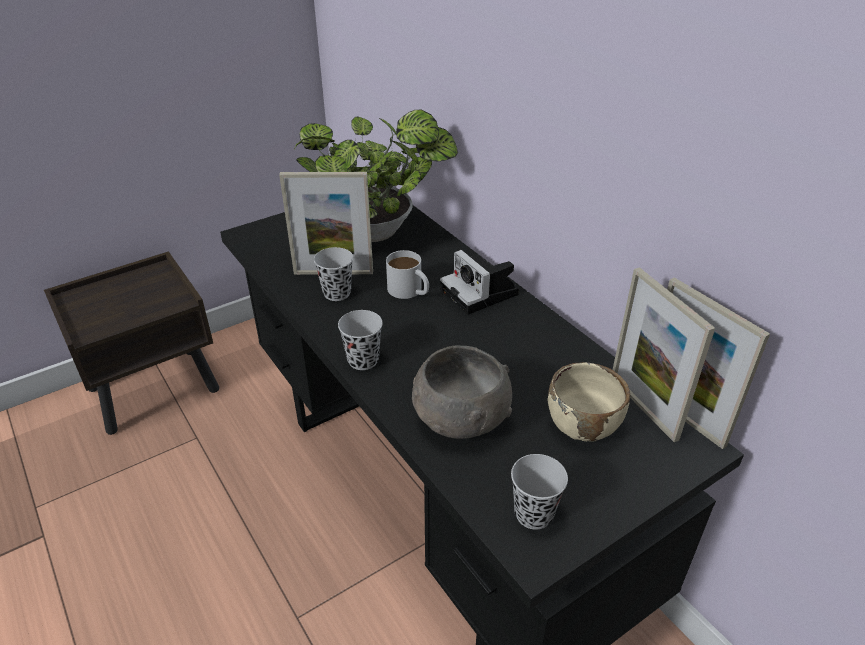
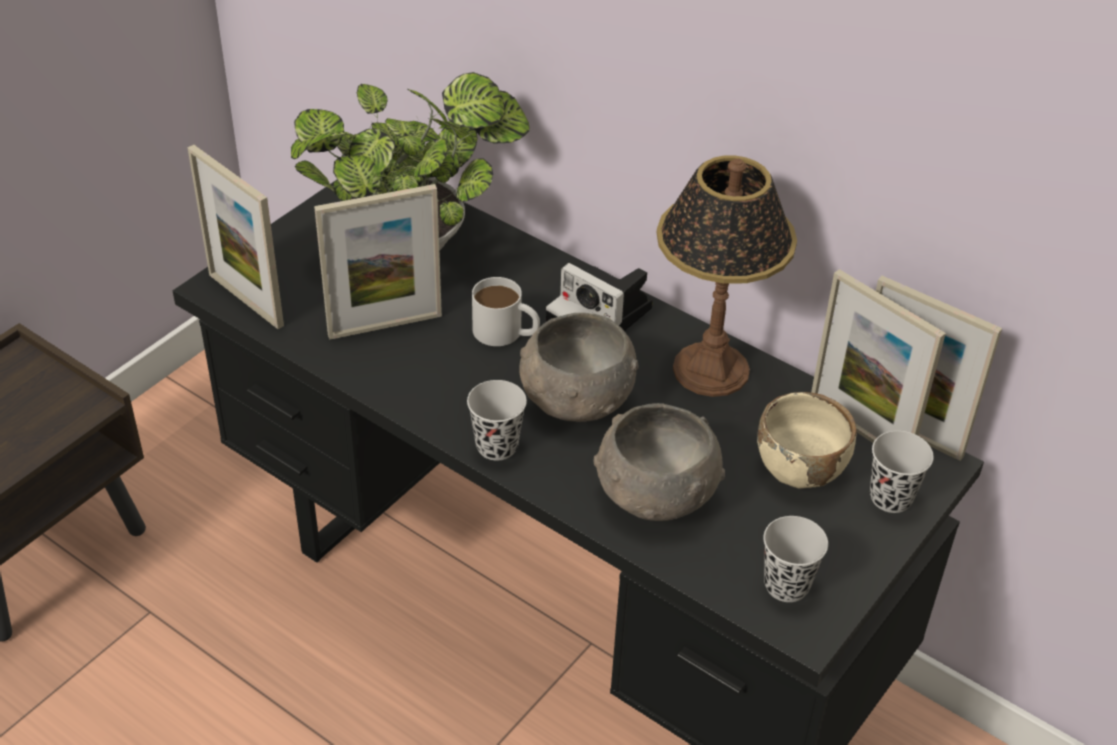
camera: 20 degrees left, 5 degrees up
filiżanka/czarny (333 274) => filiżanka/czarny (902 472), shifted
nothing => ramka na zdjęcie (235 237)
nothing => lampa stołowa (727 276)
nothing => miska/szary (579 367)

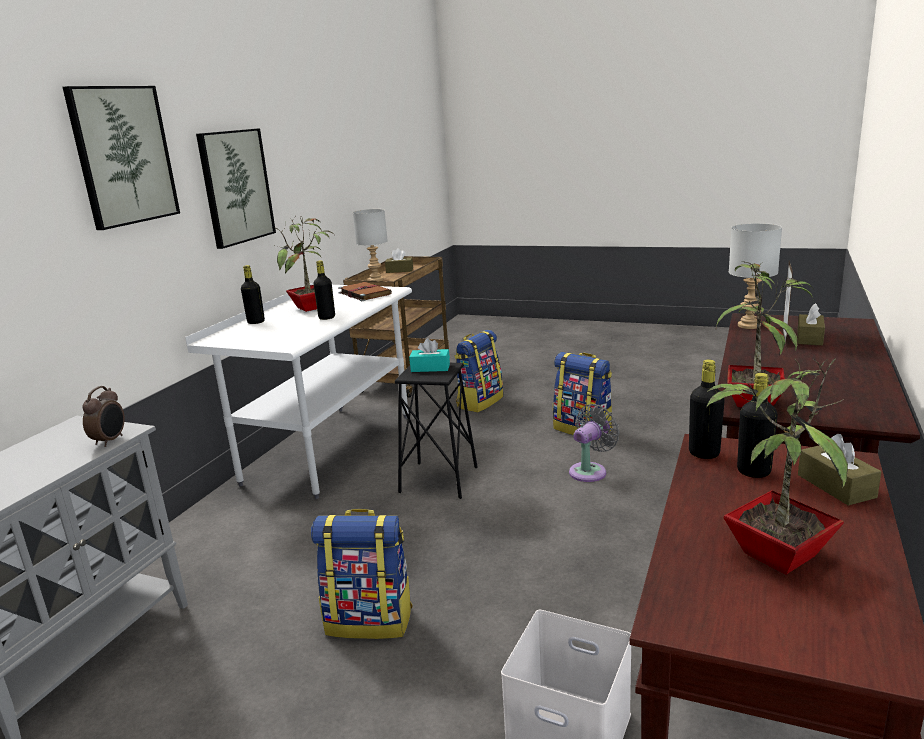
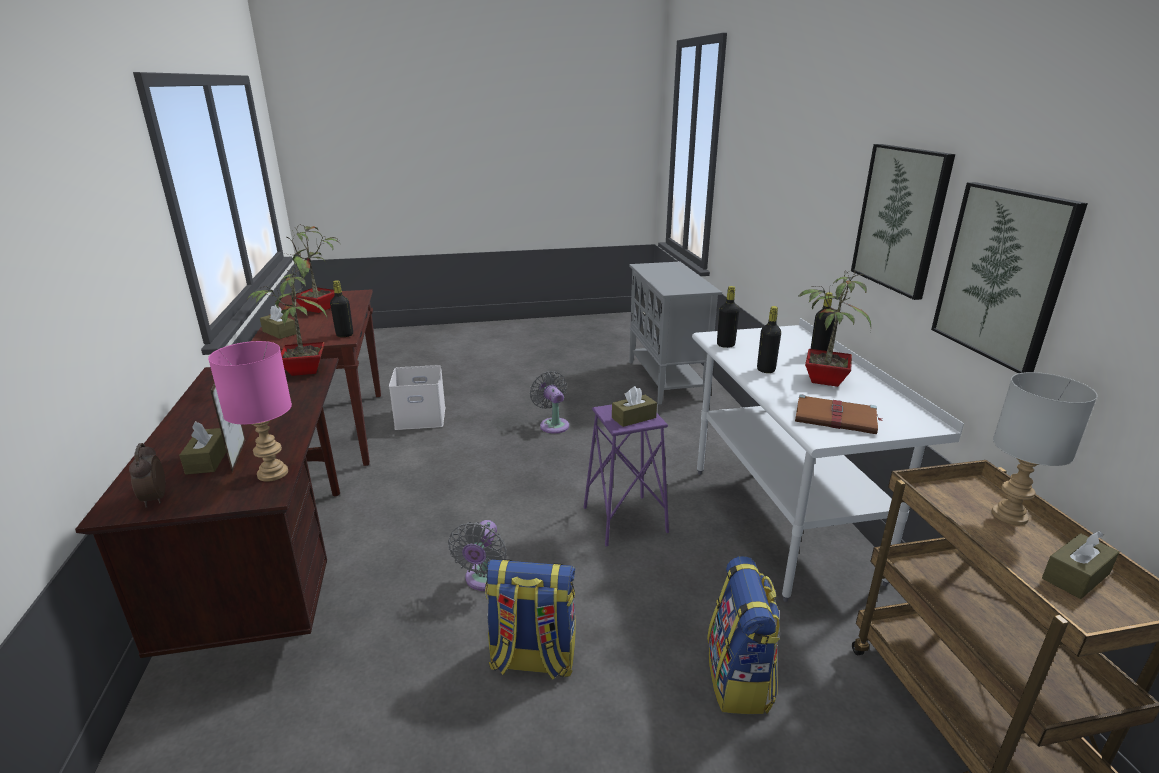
camera: 145 degrees right, 5 degrees up
obraz (121 158) => obraz (1009 277), shifted
lampa stołowa/szary (755 276) => lampa stołowa/różowy (250 411)
pudełko chusteczek/turkusowy (429 355) => pudełko chusteczek/brązowy (634 406)
stołek/czarny (436 431) => stołek/fioletowy (626 475)
butelka/czarny (757 425) => butelka/czarny (728 317), shifted
budzik (103 416) => budzik (147 475), shifted
plecak (362 574) => wentylator/szary (549 402)

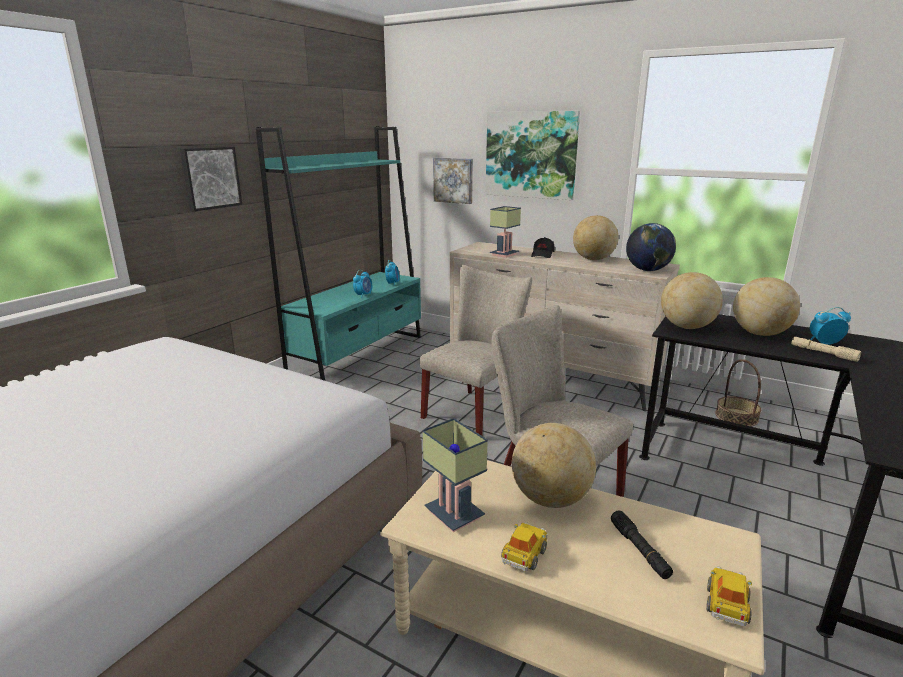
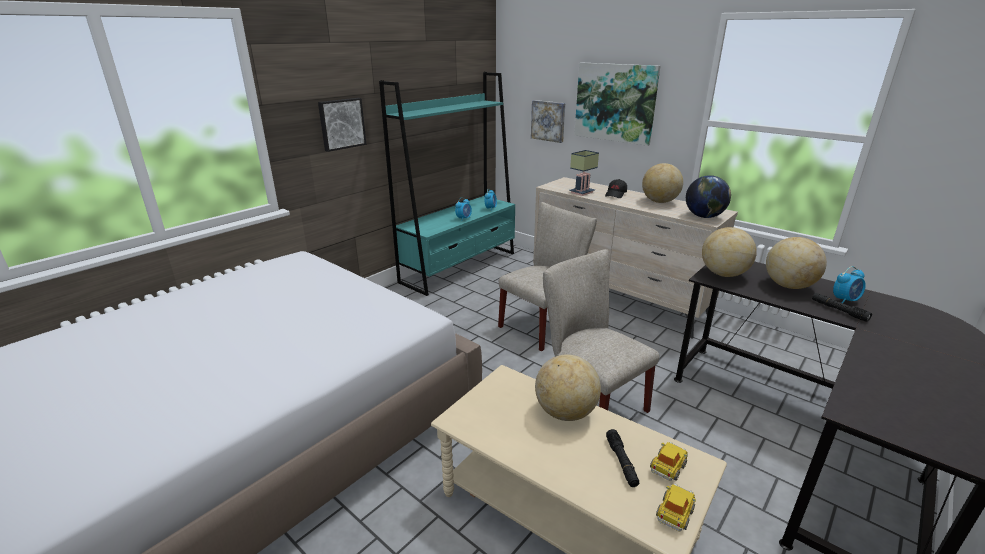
camera: 10 degrees right, 5 degrees up
budzik (830 326) => budzik (849 284), 150 degrees clockwise
latarka/beżowy (826 349) => latarka/czarny (842 307)
koszyk (738 393) => nothing
lampa stołowa (455 475) => nothing
samochodzik (524 546) => samochodzik (669 461), shifted

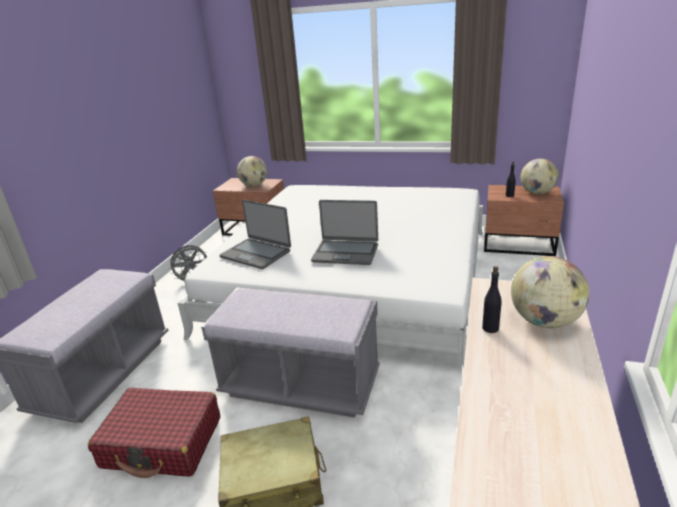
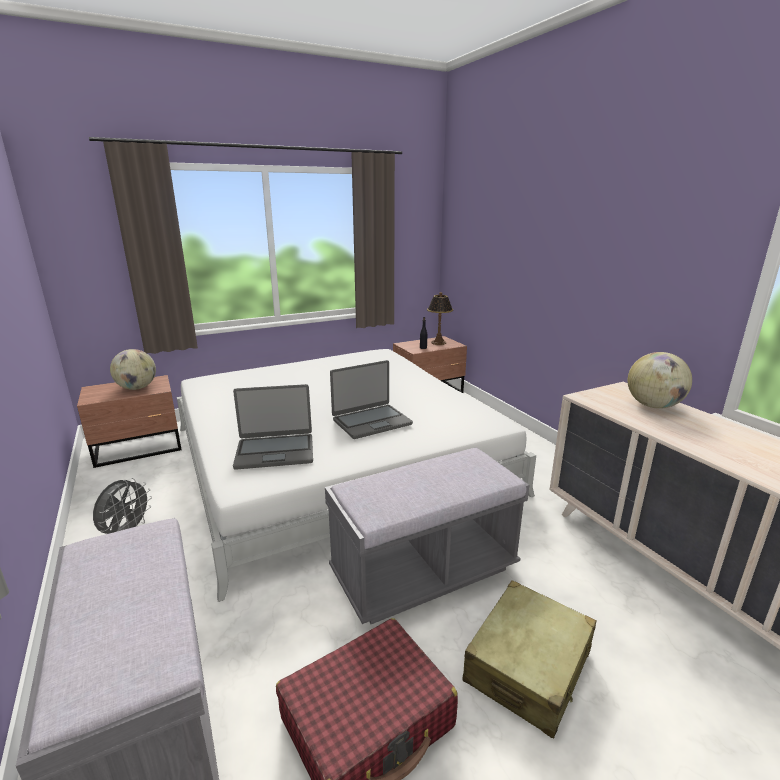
camera: 45 degrees left, 5 degrees down
globus (540 176) => lampa stołowa (440 318)
butelka/czarny (491 299) => nothing

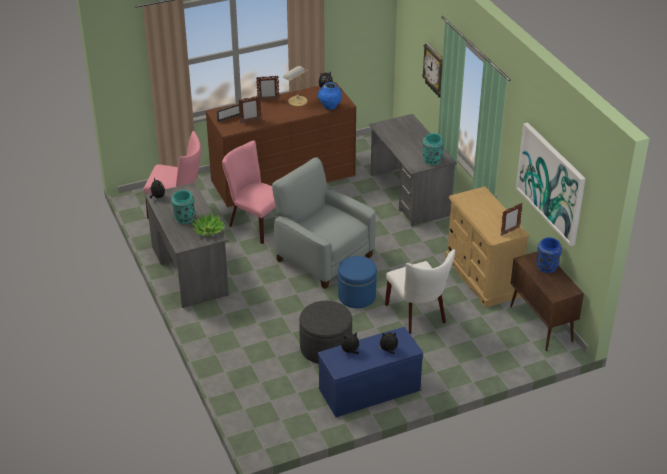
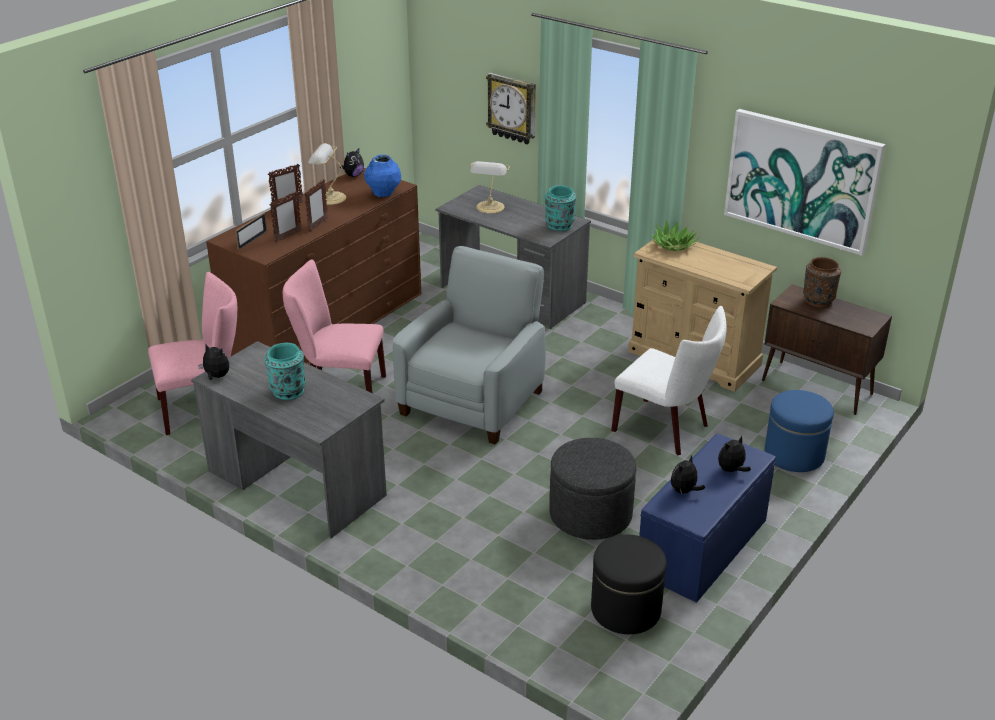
camera: 30 degrees left, 5 degrees down
fotel/szary (324 223) => fotel/szary (469 345), 105 degrees clockwise
ramka na zdjęcie (512 219) => ramka na zdjęcie (316 205), shifted
roślina doniczkowa (209 223) => roślina doniczkowa (675 235), shifted
wazon/niebieski (549 255) => wazon/brązowy (822 282)
pufa/niebieski (357 282) => pufa/niebieski (799 431), shifted
nothing => lampa stołowa (489 187)
nothing => pufa/czarny (629 584)

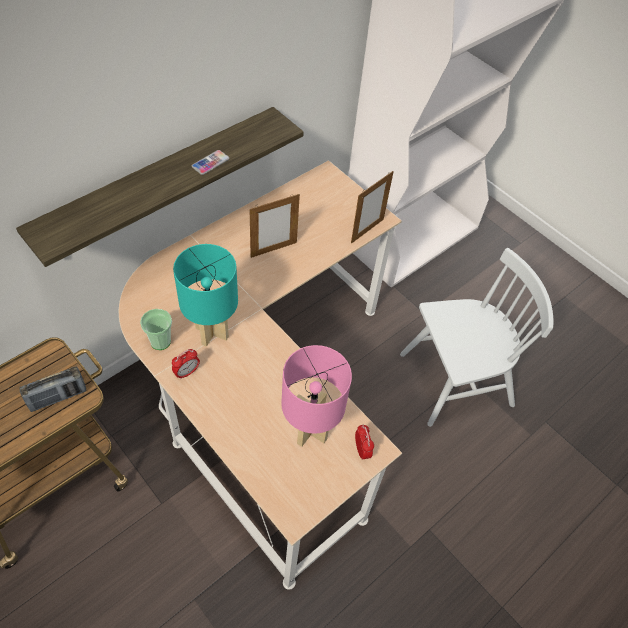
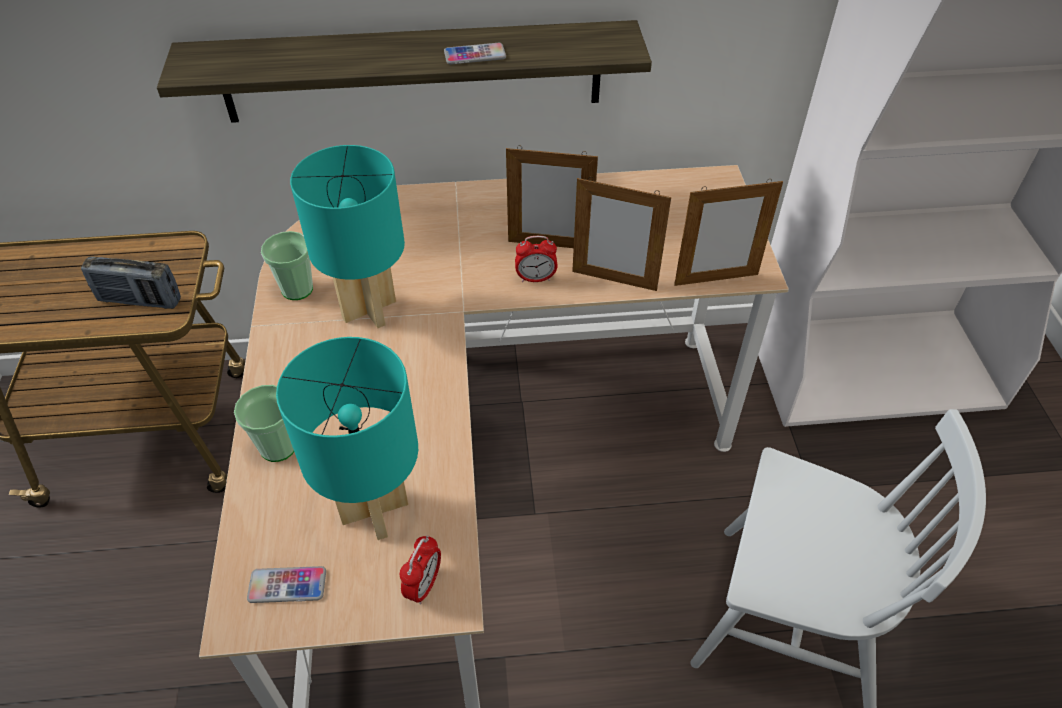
camera: 40 degrees right, 5 degrees down
lampa stołowa/różowy (316 396) => lampa stołowa/turkusowy (347 438)
budzik (186 364) => budzik (536 259), shifted
nothing => ramka na zdjęcie (621 234)
nothing => filiżanka (264 423)
nothing => telefon (286 584)

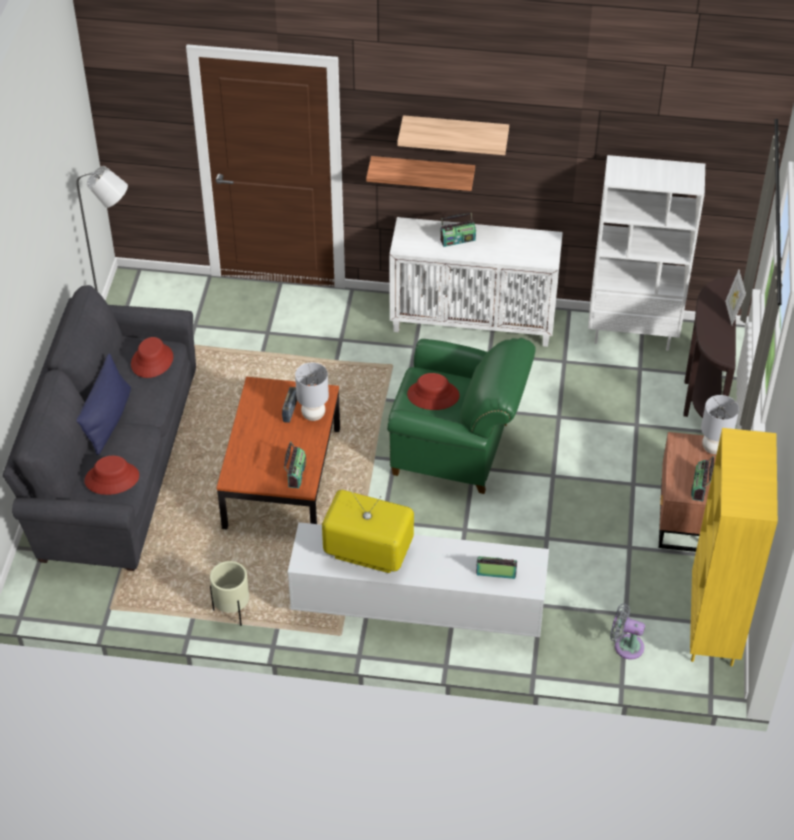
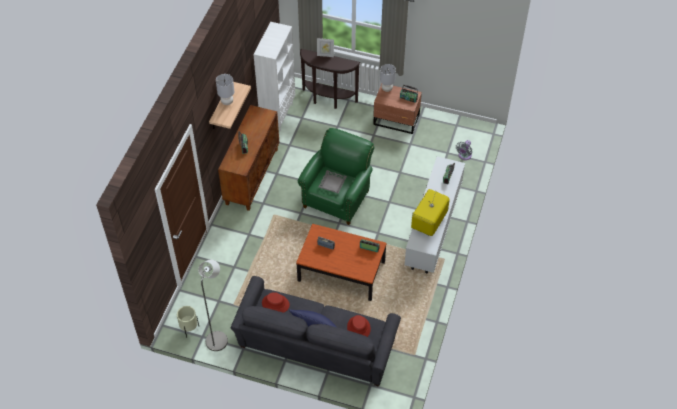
camera: 80 degrees left, 5 degrees up
półka (420 173) => nothing
szafka/biały (476 282) => szafka/brązowy (248 158)
lampa stołowa/szary (312 391) => lampa stołowa/szary (225 89), shifted
kapelusz/czerwony (433 391) => taca/szary (332 181)
regał/żółty (734 547) => nothing
donica/beżowy (229 593) => donica/beżowy (188 322), shifted

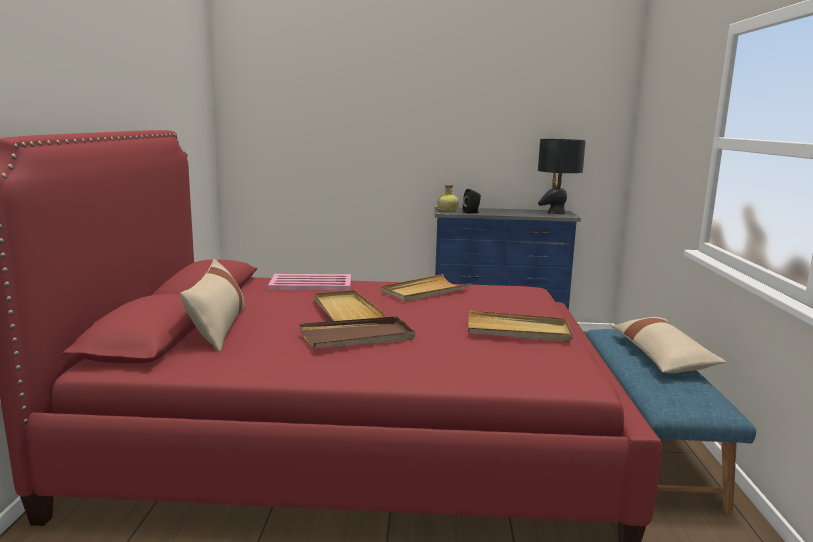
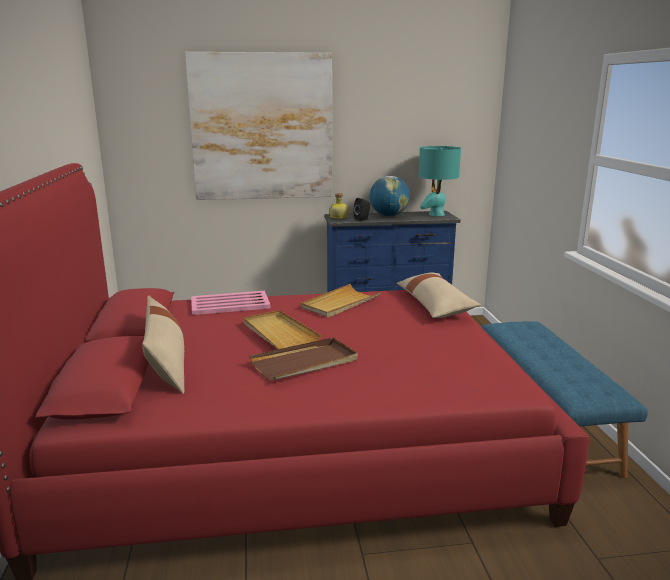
camera: 10 degrees left, 5 degrees up
lampa stołowa/czarny (562 176) => lampa stołowa/turkusowy (440 181)
taca/beżowy (520 326) => nothing
poduszka/beżowy (669 345) => poduszka/beżowy (439 295), shifted
nothing => obraz (258 126)
nothing => globus (390 196)

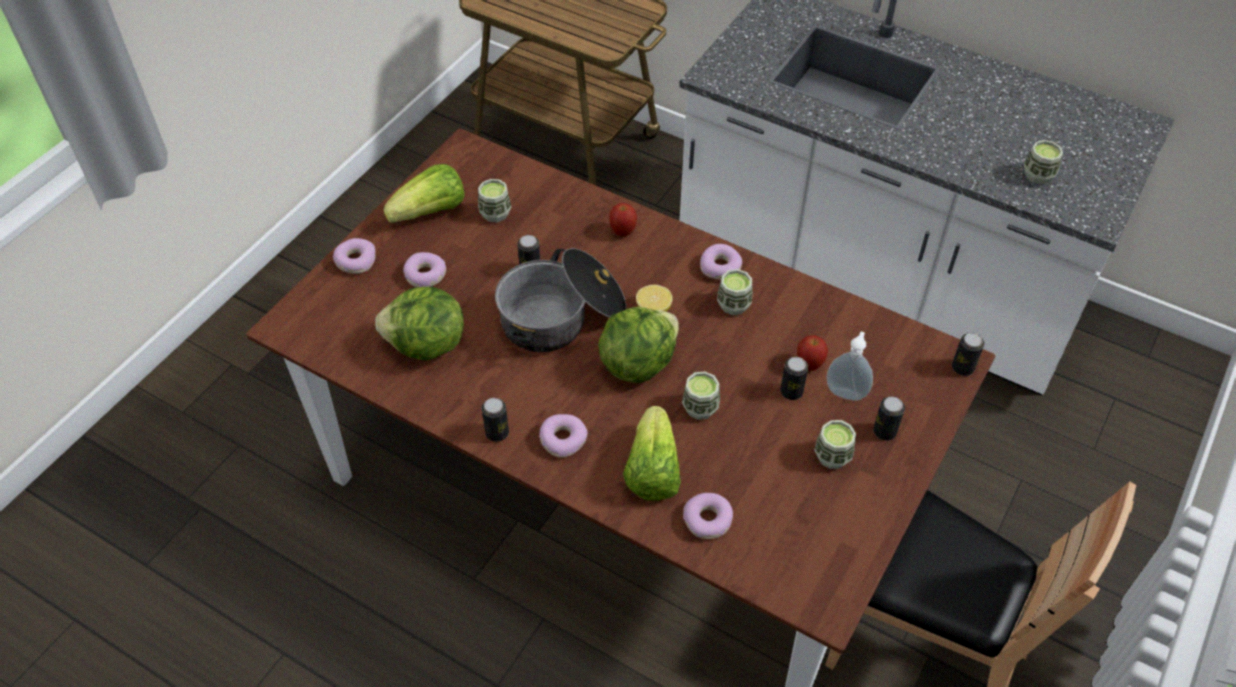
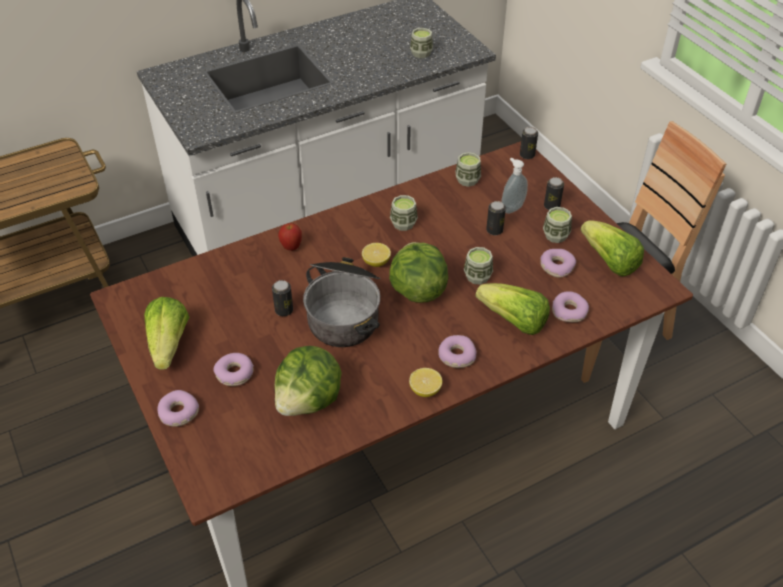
camera: 60 degrees left, 5 degrees down
filiżanka (495 201) => filiżanka (468 169), shifted
donut (721 262) => donut (558 263), shifted
jabłko (812 353) => nothing
puszka (495 420) => cytryna (425 382)
nothing => sałata (612 248)

